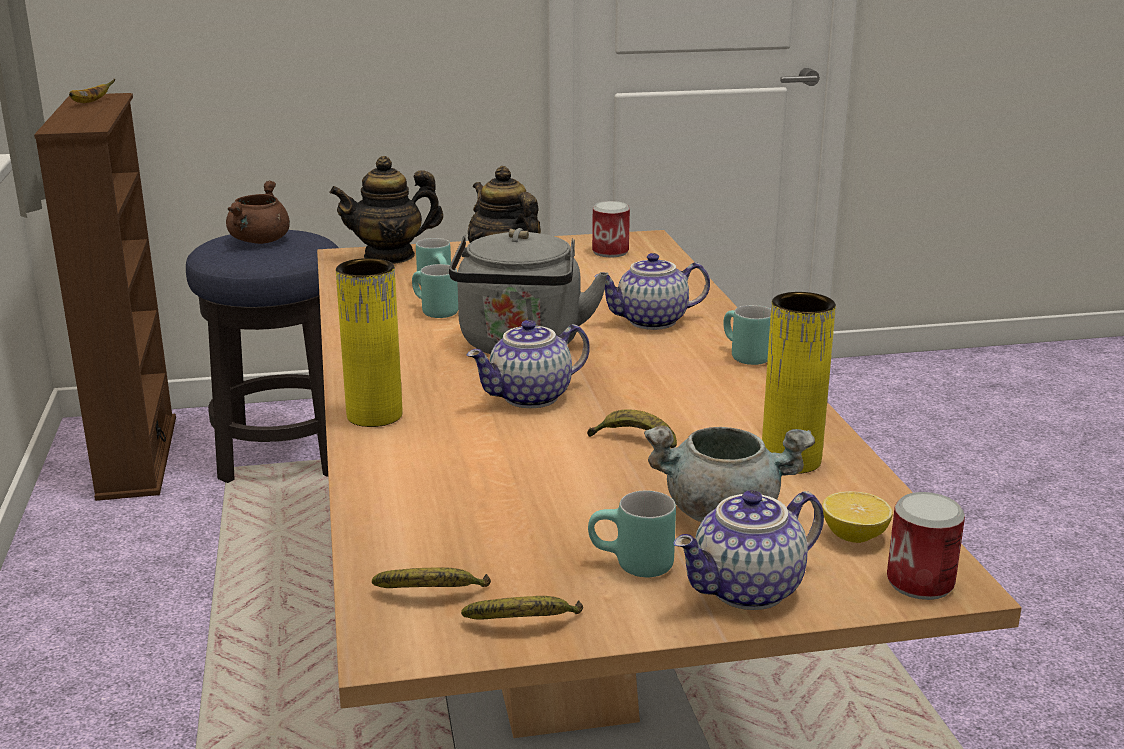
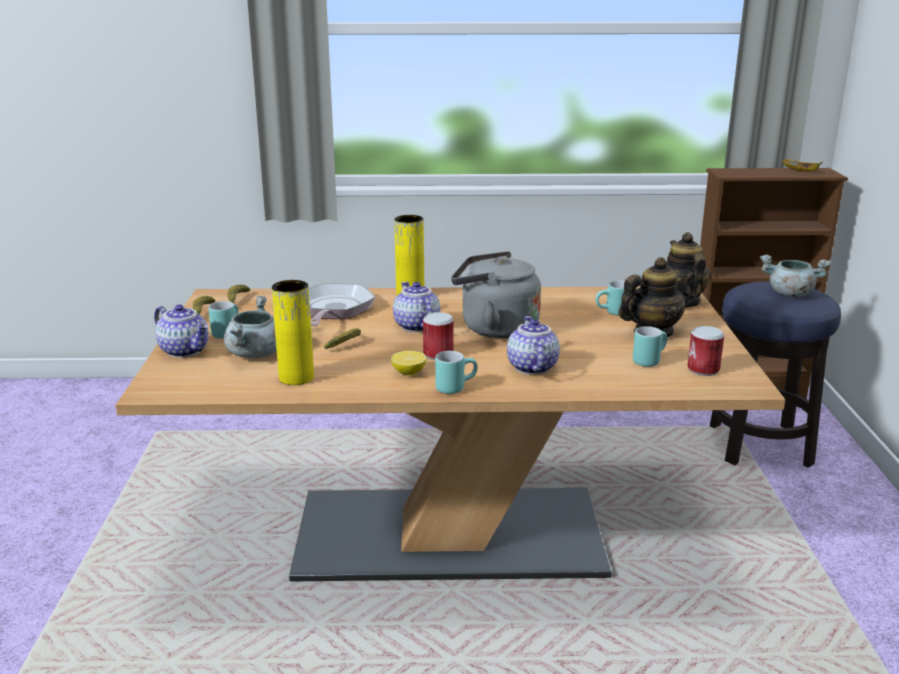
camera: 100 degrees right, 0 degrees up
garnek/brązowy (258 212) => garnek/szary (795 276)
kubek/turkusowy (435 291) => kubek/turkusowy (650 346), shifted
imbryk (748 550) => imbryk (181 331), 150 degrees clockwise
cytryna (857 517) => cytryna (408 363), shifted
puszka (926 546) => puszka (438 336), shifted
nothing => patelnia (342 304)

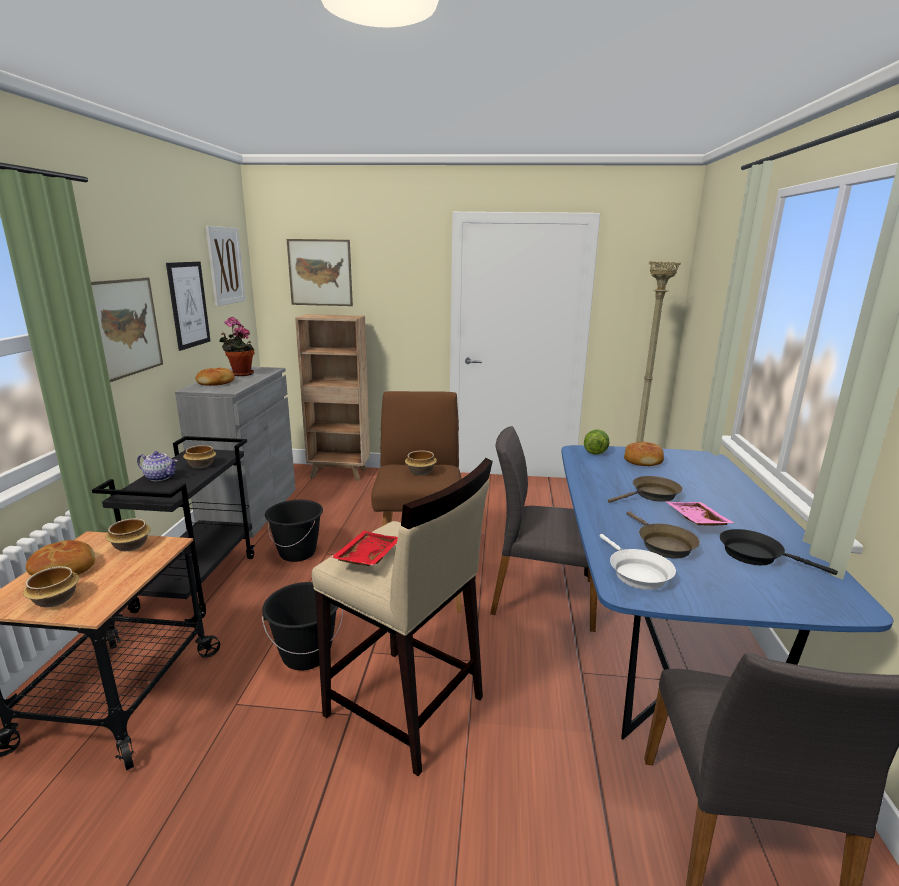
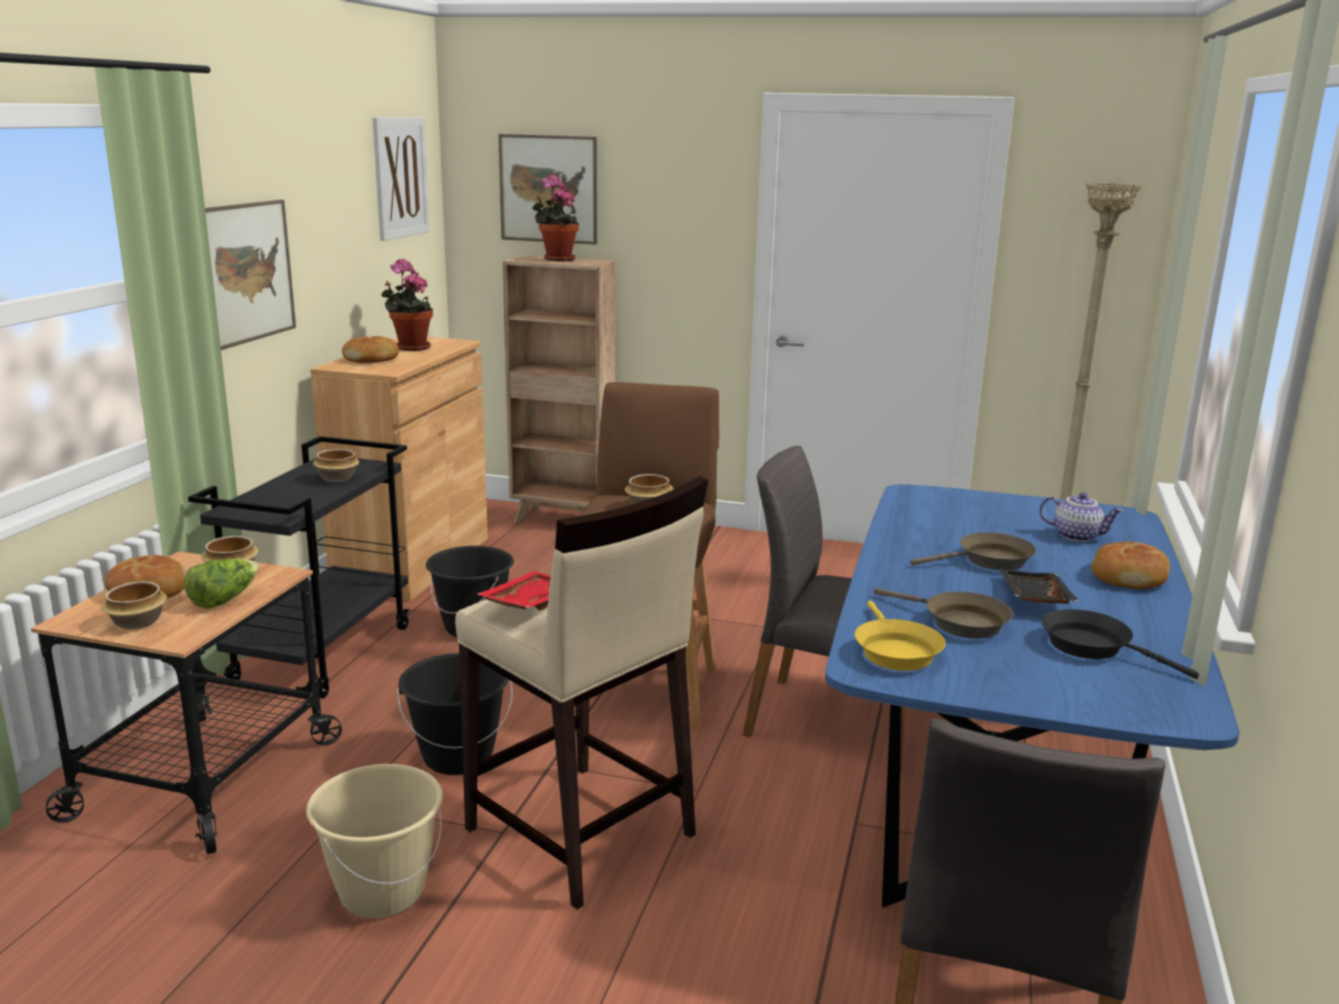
camera: 10 degrees right, 0 degrees up
obraz (188 306) => nothing
szafka/szary (235 452) => szafka/brązowy (399 469)
sałata (596 442) => sałata (221 583), shifted
chleb (644 454) => chleb (1130 565), shifted
imbryk (157 466) => imbryk (1081 517), shifted
taca/różowy (700 513) => taca/czarny (1038 586)
patelnia/brązowy (663 535) => patelnia/brązowy (943 613), 45 degrees counterclockwise
patelnia/biały (638 562) => patelnia/żółty (900 636)
nothing => roślina doniczkowa (555 217)
nothing => wiadro/beżowy (374 841)

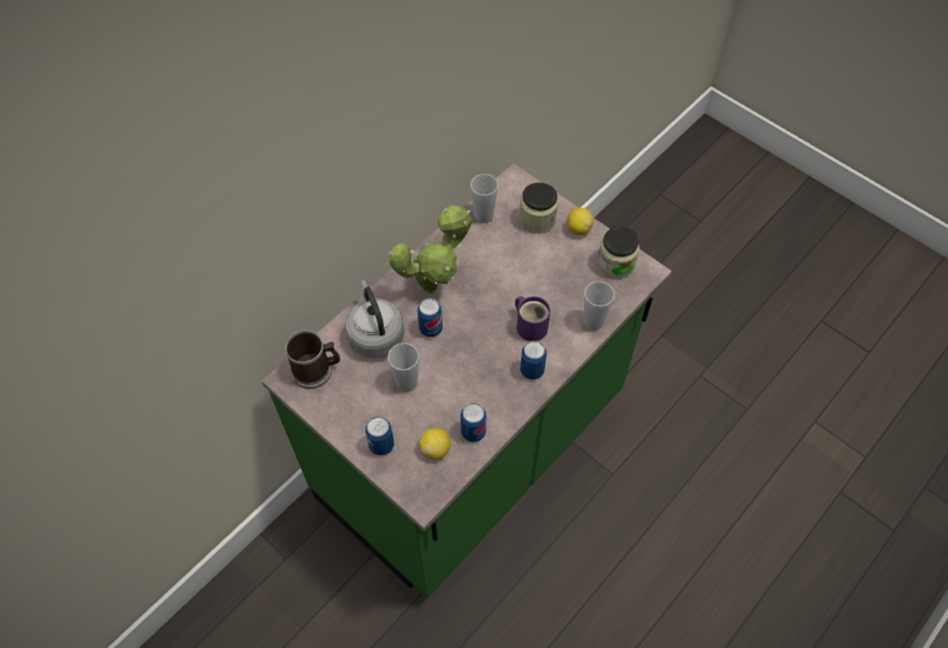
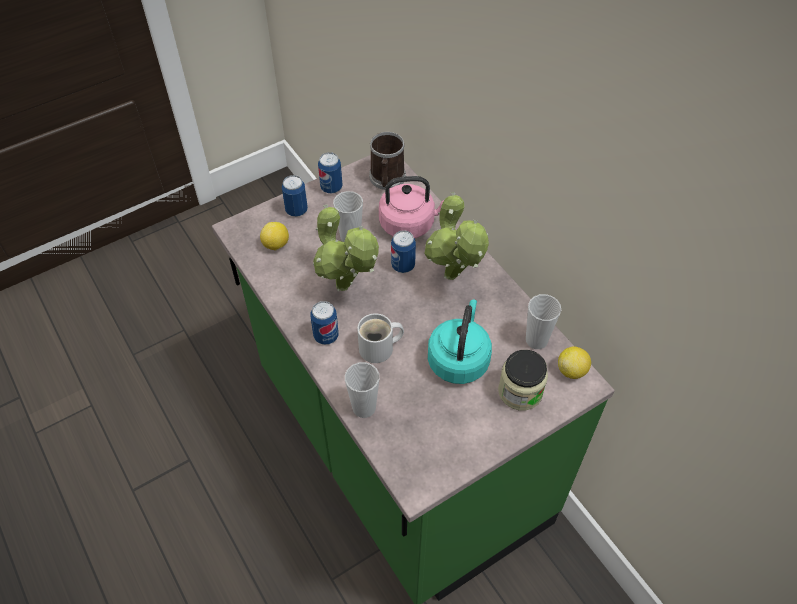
camera: 105 degrees right, 5 degrees down
cytryna (580 221) => cytryna (574 363), shifted
słoik (618 252) => nothing
czajnik/szary (374 319) => czajnik/różowy (411 207)
kubek/fioletowy (532 318) => kubek/biały (380 338)
puszka (473 422) => puszka (330 173), shifted
nothing => roślina doniczkowa (346 248)
nothing => czajnik/turkusowy (460 342)

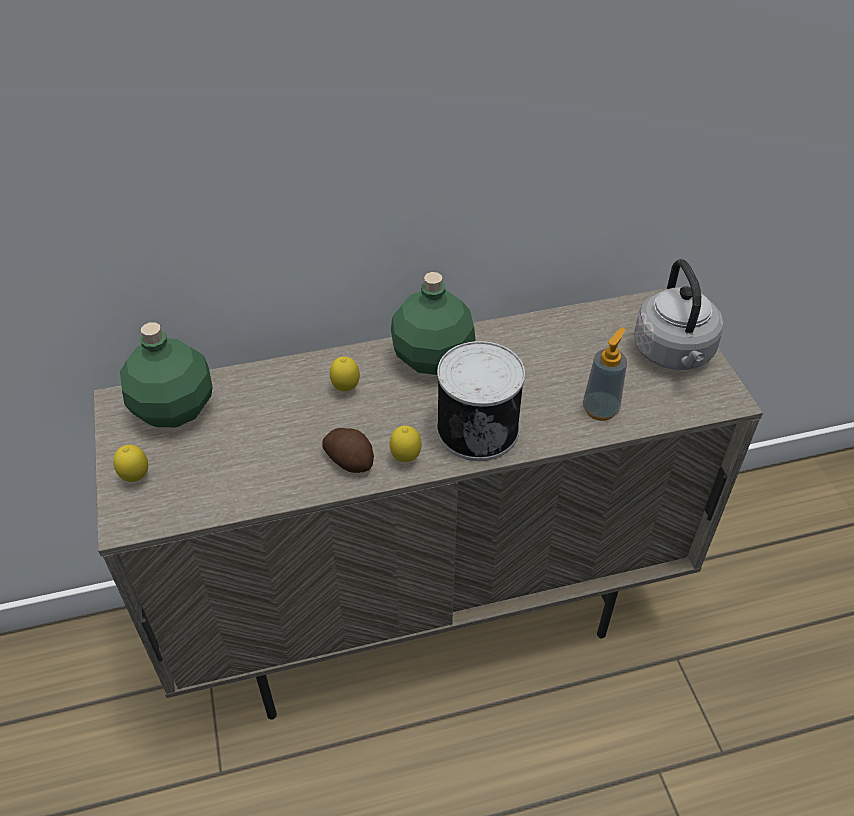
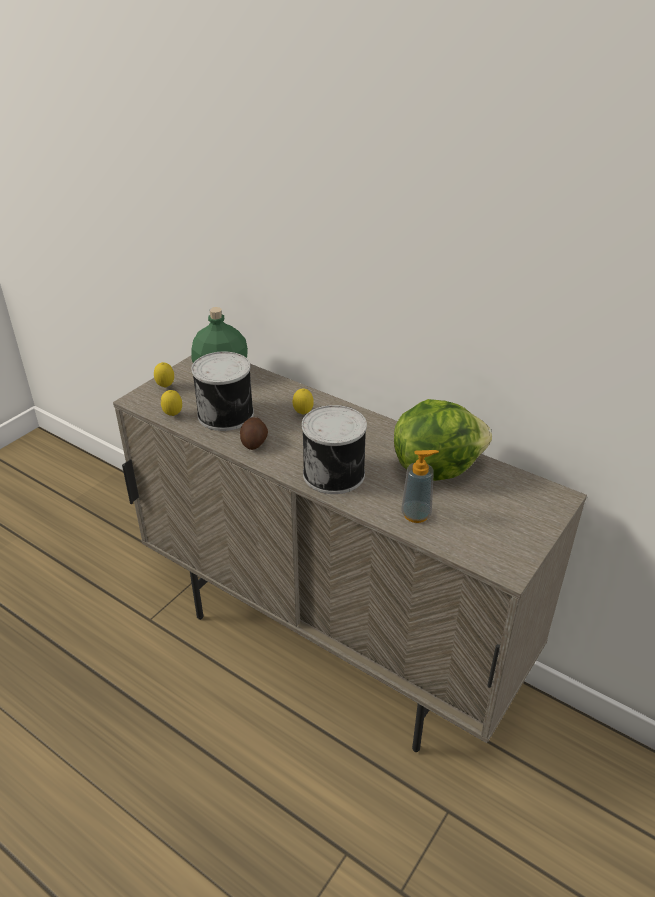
camera: 50 degrees right, 10 degrees down
czajnik/szary (678 314) => nothing
butelka/zielony (433 323) => nothing
cytryna (406 443) => cytryna (171 403), shifted
nothing => puszka (222 391)
nothing => sałata (443 440)

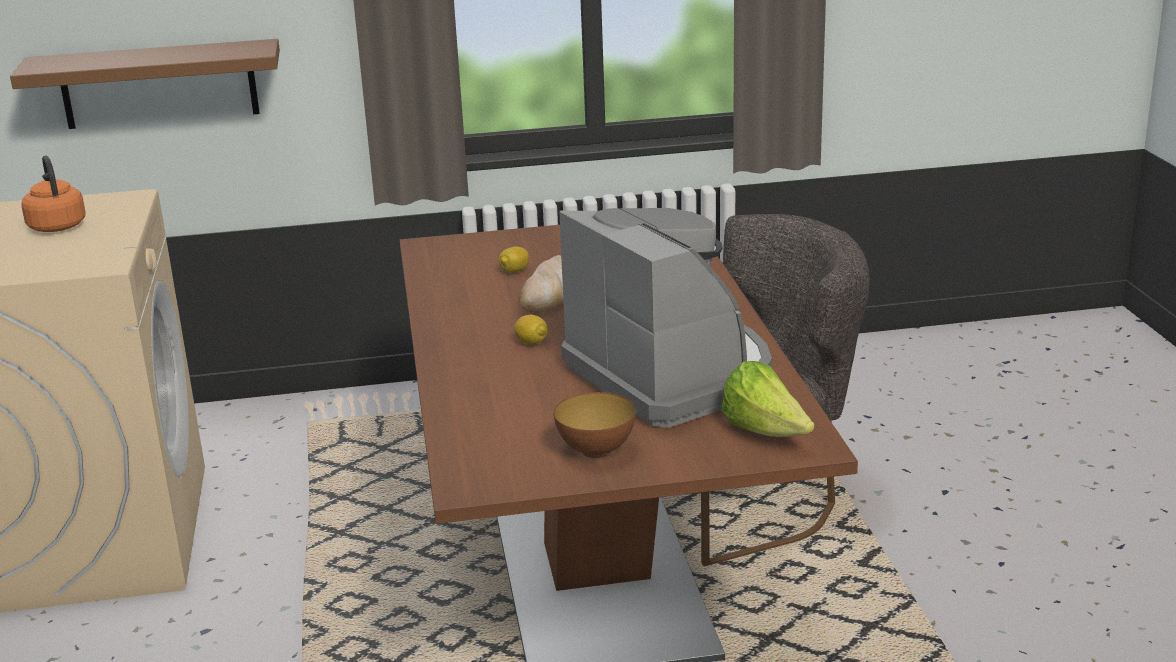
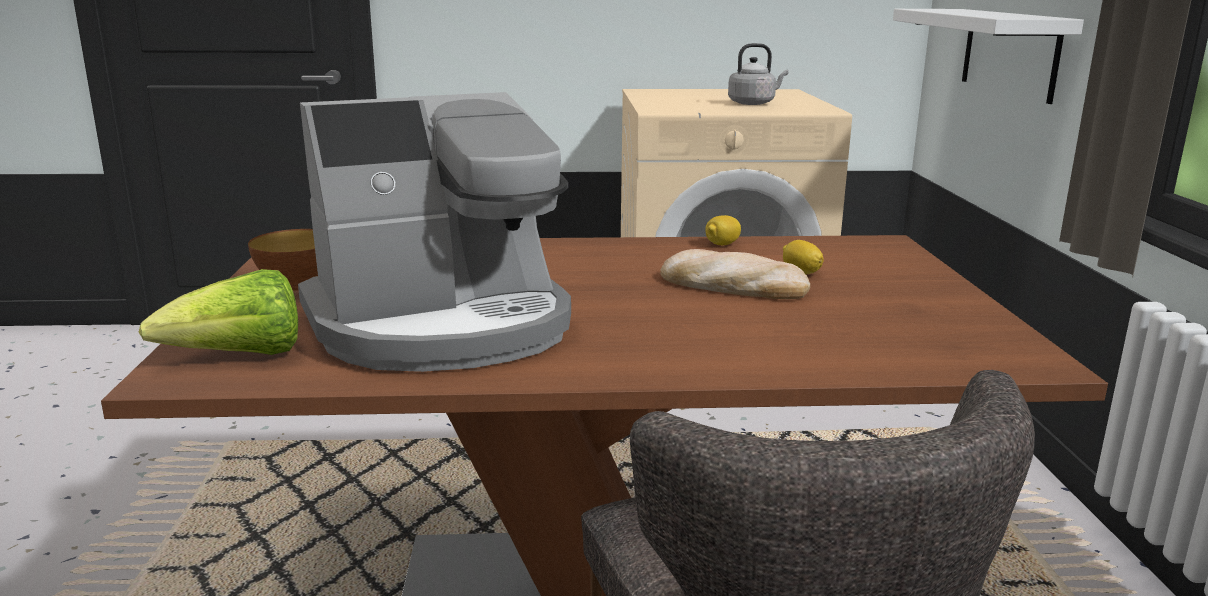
camera: 95 degrees right, 5 degrees down
półka/brązowy (145 84) => półka/biały (988 56)
czajnik/pomarańczowy (53 193) => czajnik/szary (758 74)
cytryna (531 329) => cytryna (723 230), shifted

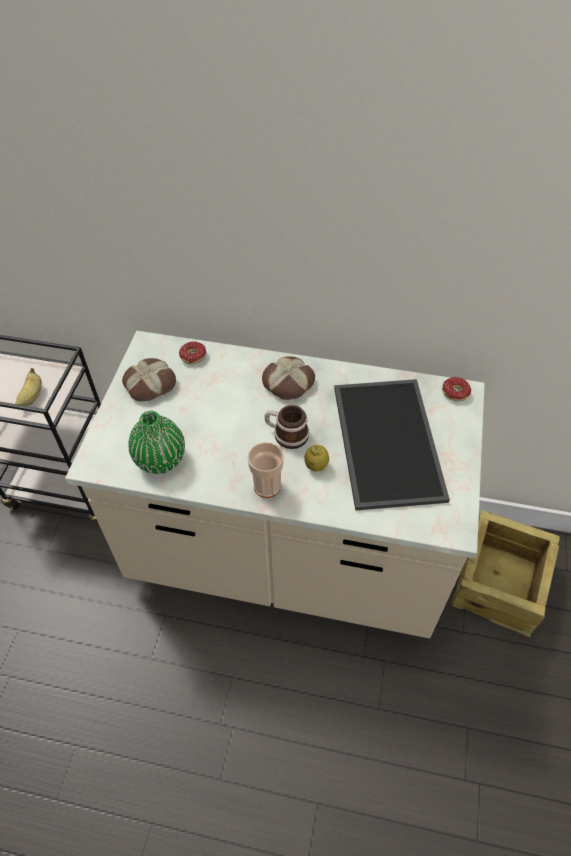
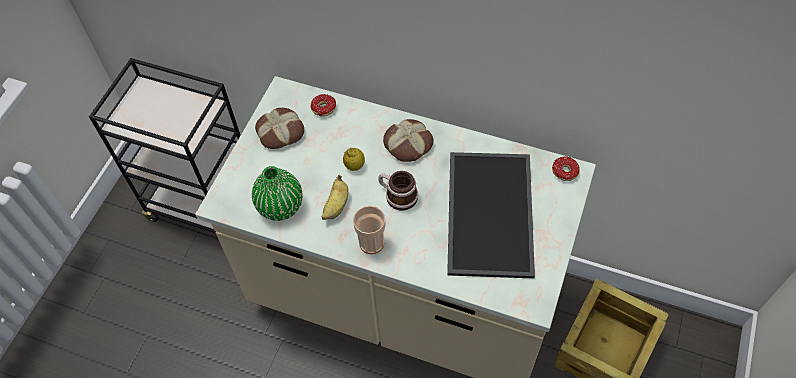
camera: 10 degrees right, 5 degrees up
banan (28 387) => banan (335 197), shifted
cytryna (317 458) => cytryna (354 159), shifted

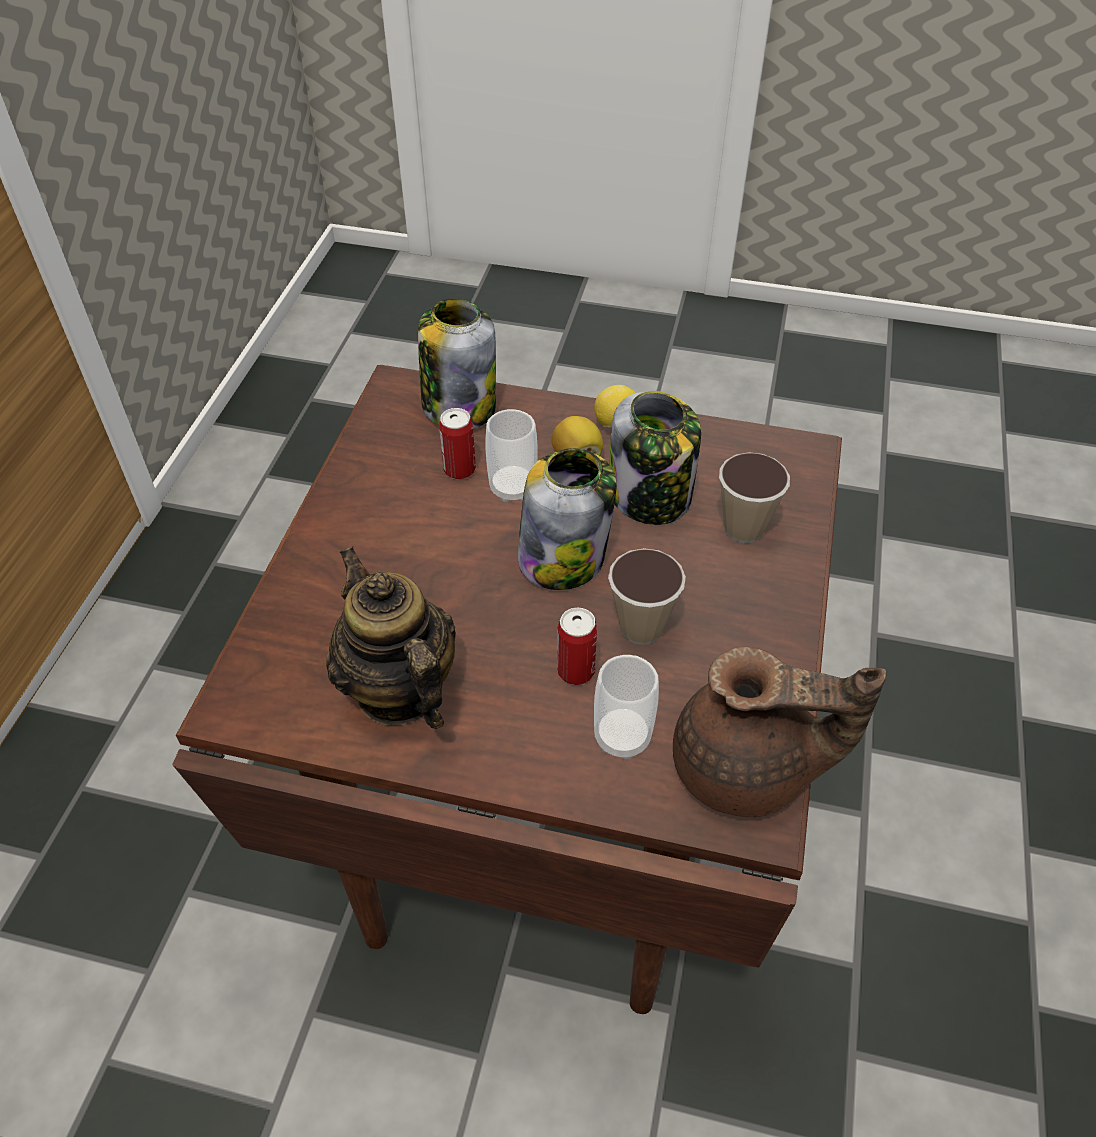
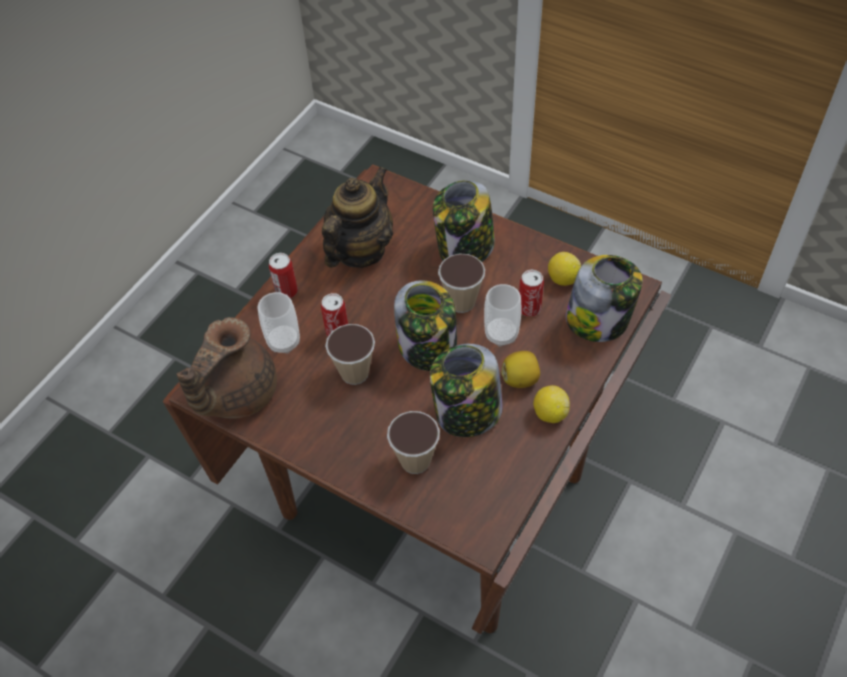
camera: 110 degrees right, 5 degrees up
imbryk (391 637) => imbryk (357 217), 45 degrees counterclockwise
nothing => słoik (464 221)
nothing => cytryna (564 269)
nothing => puszka (283 275)
nothing => filiżanka (461 283)

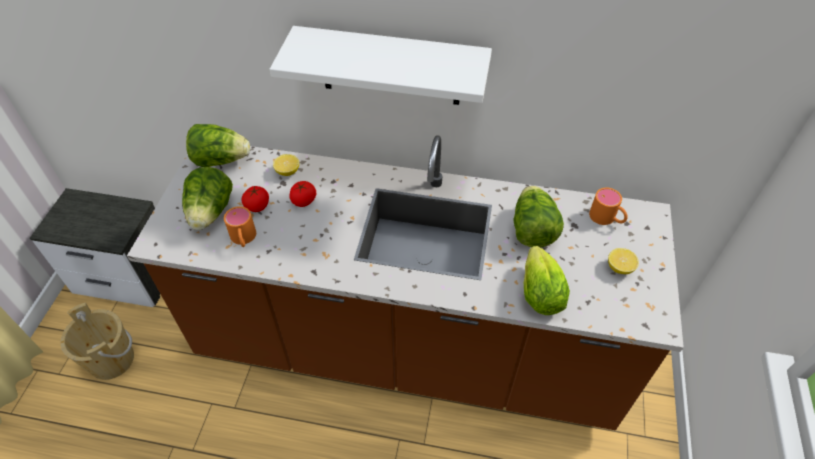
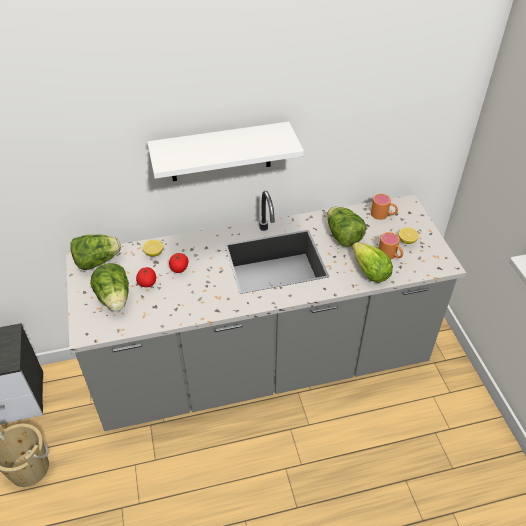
camera: 25 degrees left, 5 degrees down
zabudowa kuchenna/brązowy (405 282) => zabudowa kuchenna/szary (266 311)
kubek/pomarańczowy (240 226) => kubek/pomarańczowy (390 245), shifted

